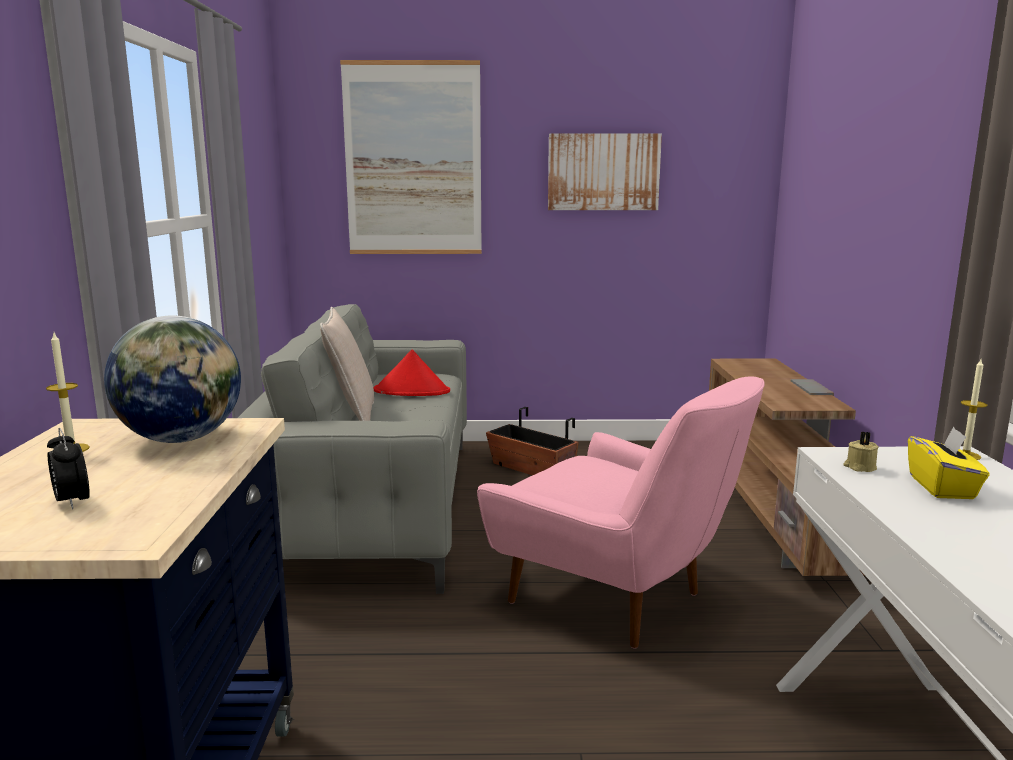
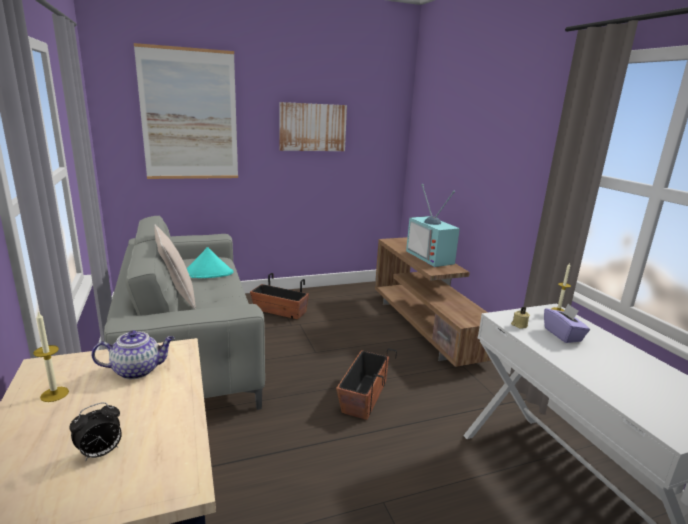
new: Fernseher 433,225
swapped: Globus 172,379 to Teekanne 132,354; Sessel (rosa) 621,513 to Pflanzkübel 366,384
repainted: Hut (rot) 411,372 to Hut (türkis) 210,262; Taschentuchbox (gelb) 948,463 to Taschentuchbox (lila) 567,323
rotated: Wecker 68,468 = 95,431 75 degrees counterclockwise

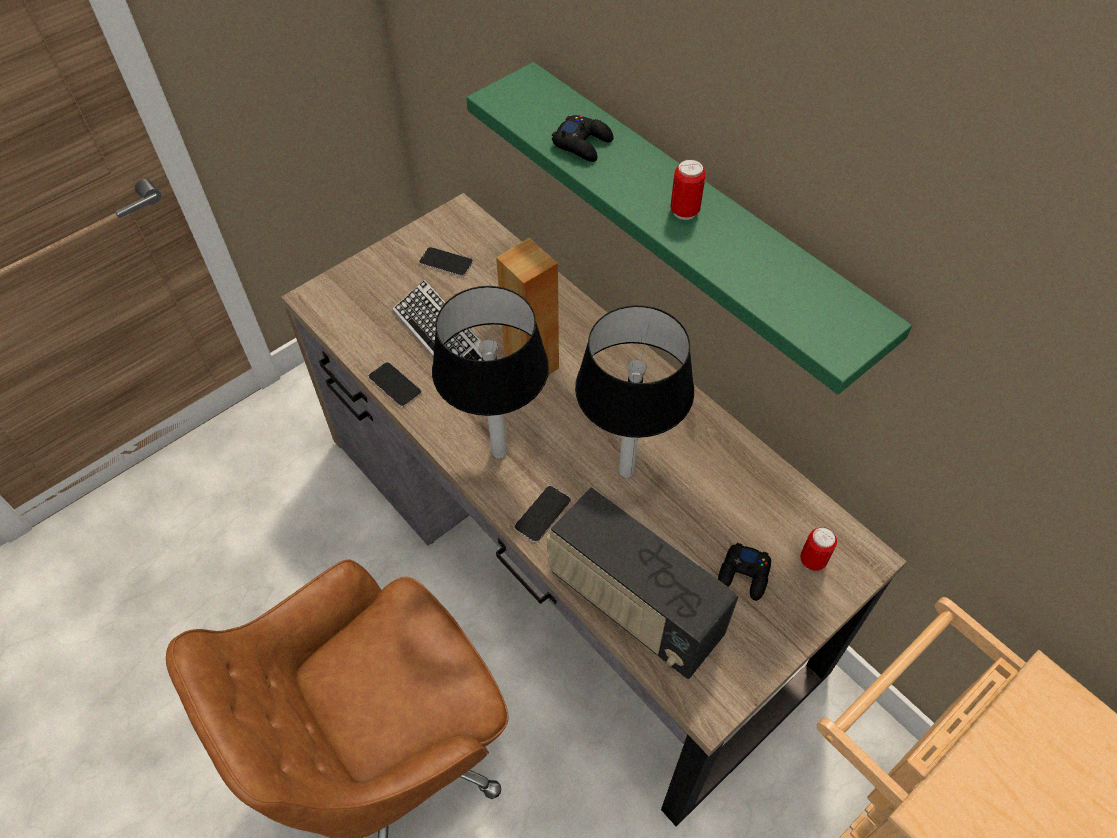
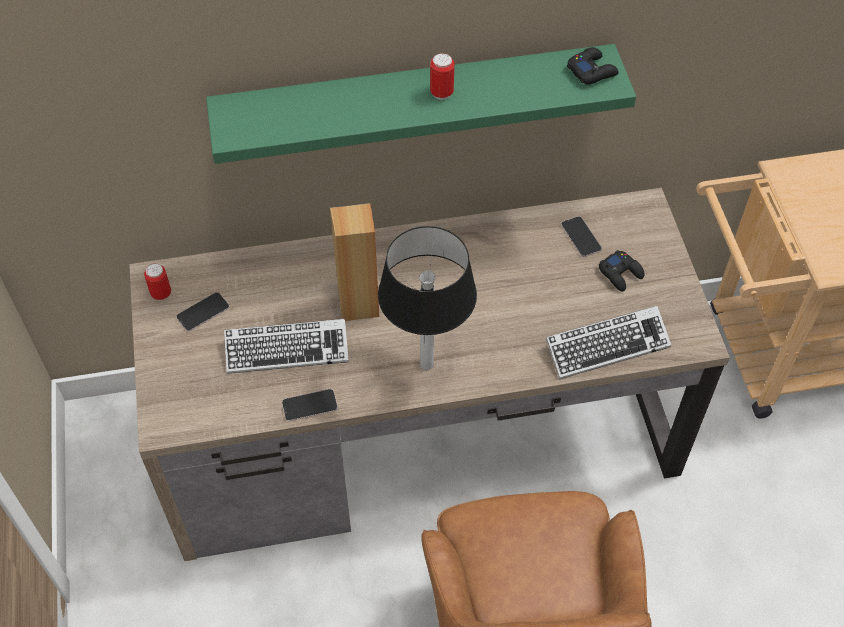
gone: Tischlampe 634,391
shifted: Handy 542,514 to 581,236; Gamepad (schwarz) 582,138 to 593,66; Dose 818,549 to 157,282
swapped: Radio 643,583 to Tastatur 608,343

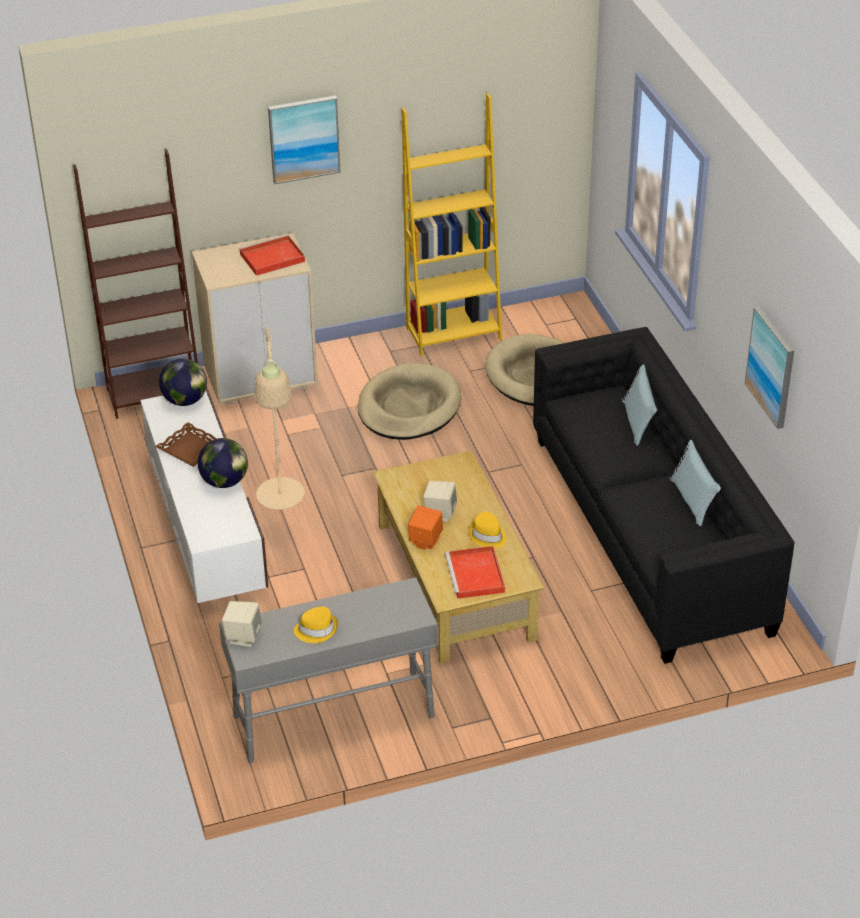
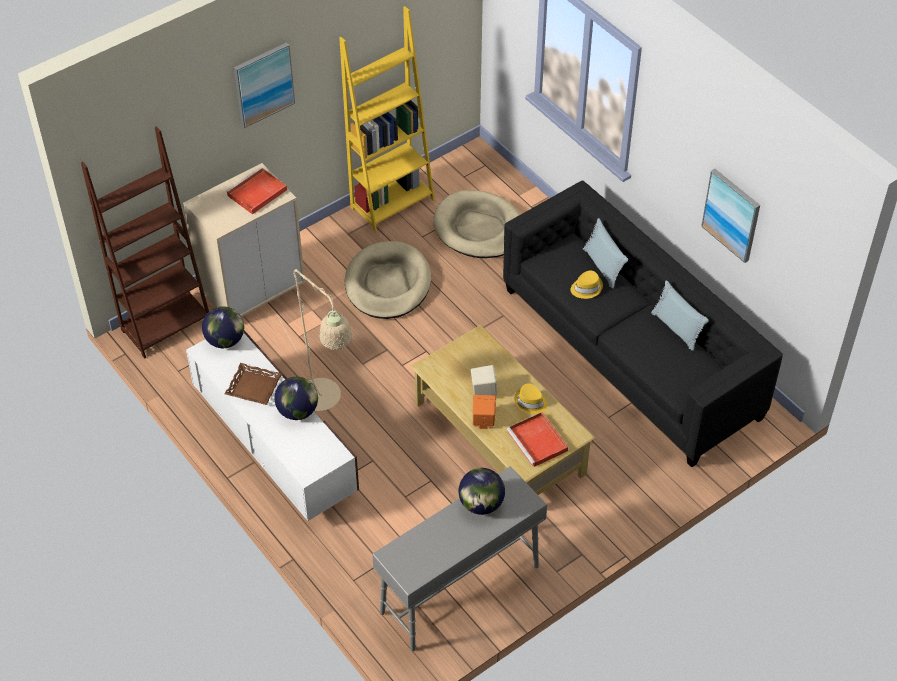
gone: Lautsprecher (beige) 242,624
new: Globus 482,491
shifted: Hut (gelb) 316,624 to 586,284

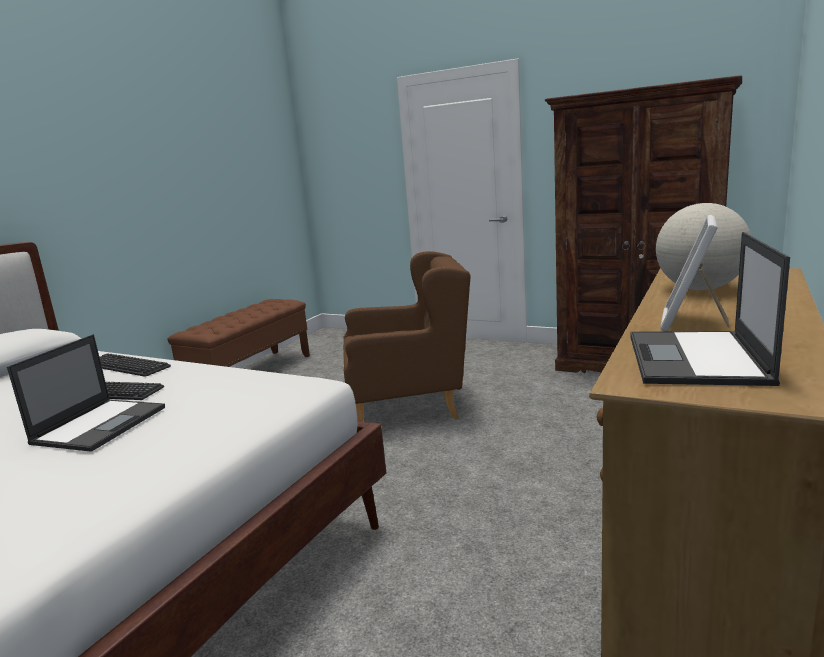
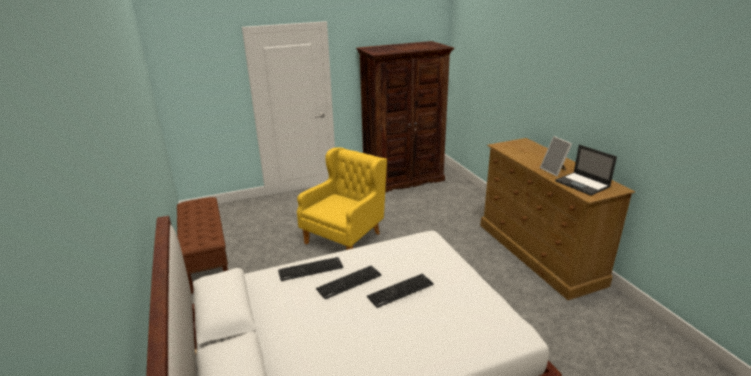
gone: Globus 703,246
swapped: Laptop 86,393 to Tastatur 400,291
repainted: Sessel (braun) 407,336 to Sessel (gelb) 342,198

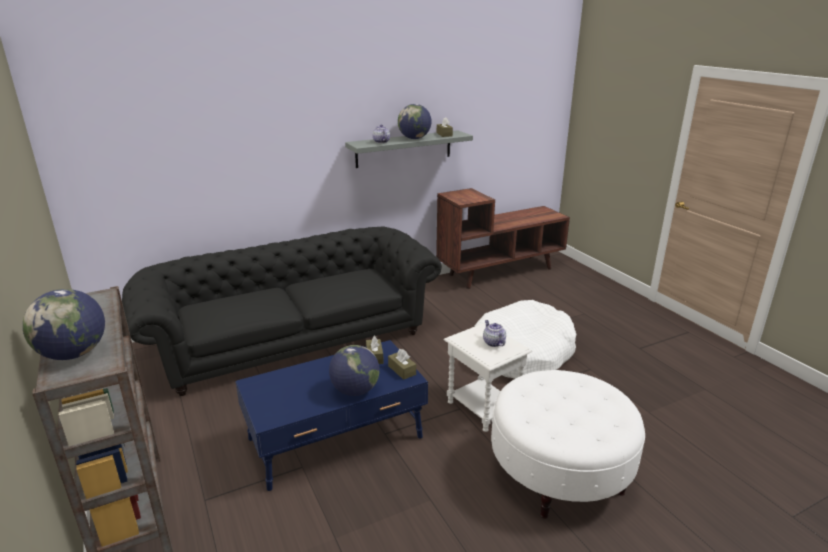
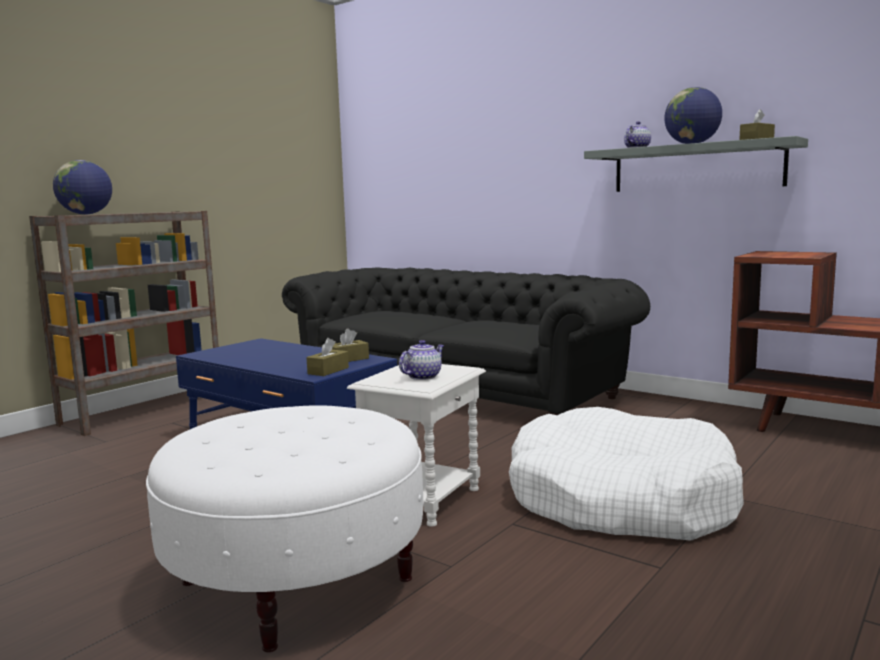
gone: Globus 354,370

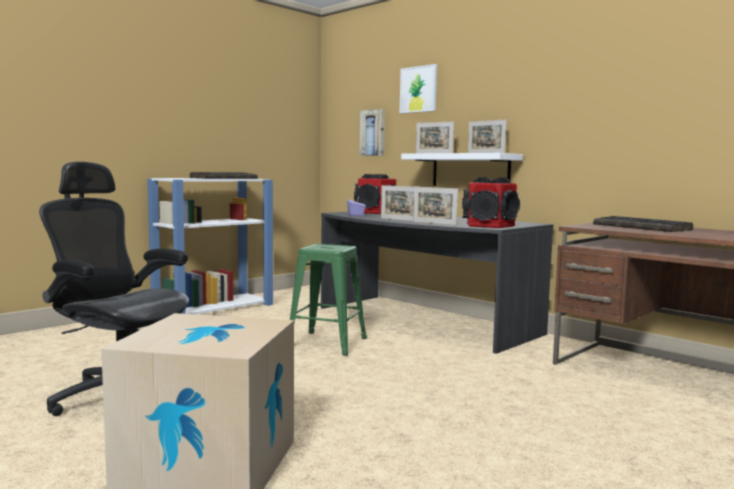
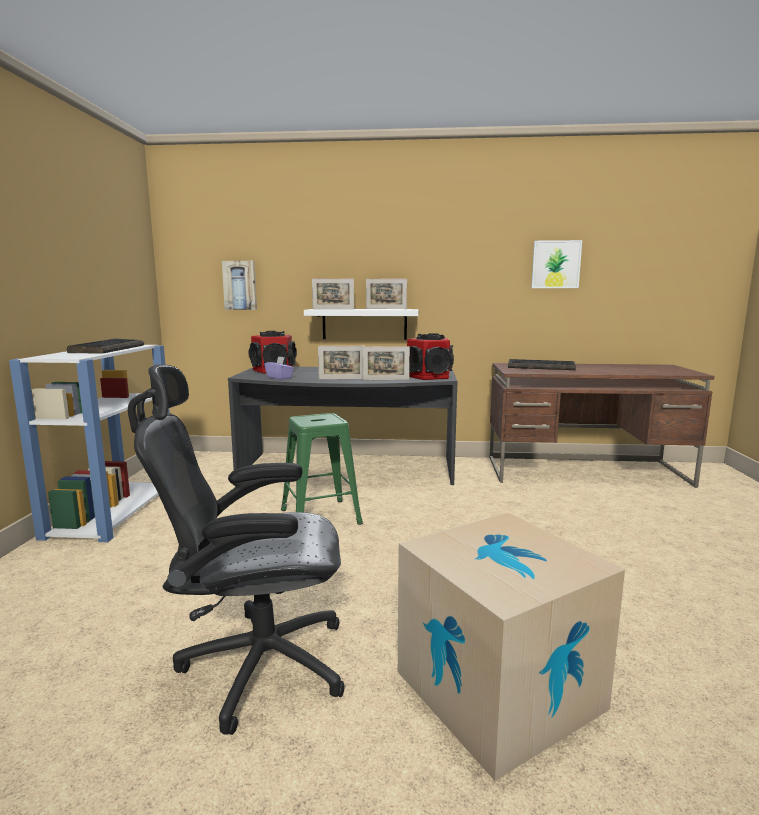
shifted: Bild 418,88 to 556,264

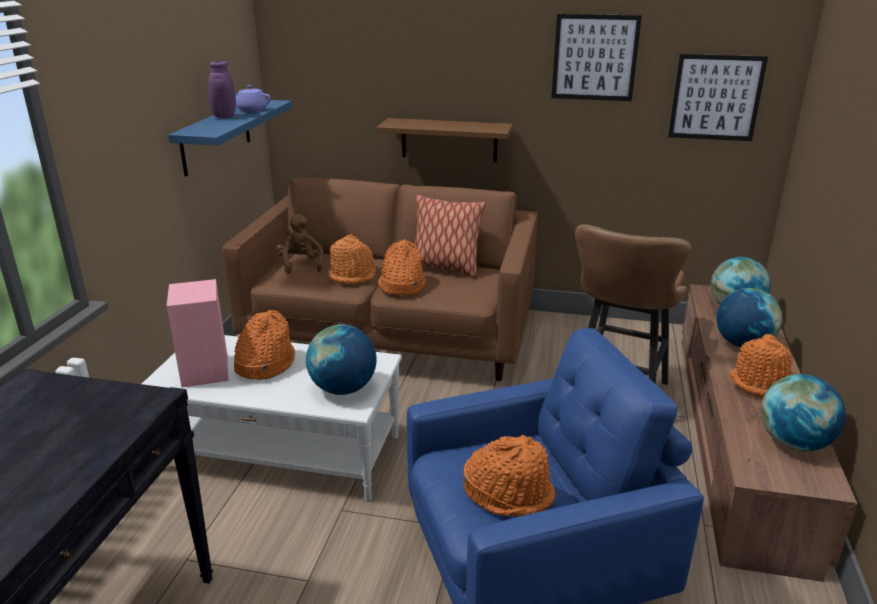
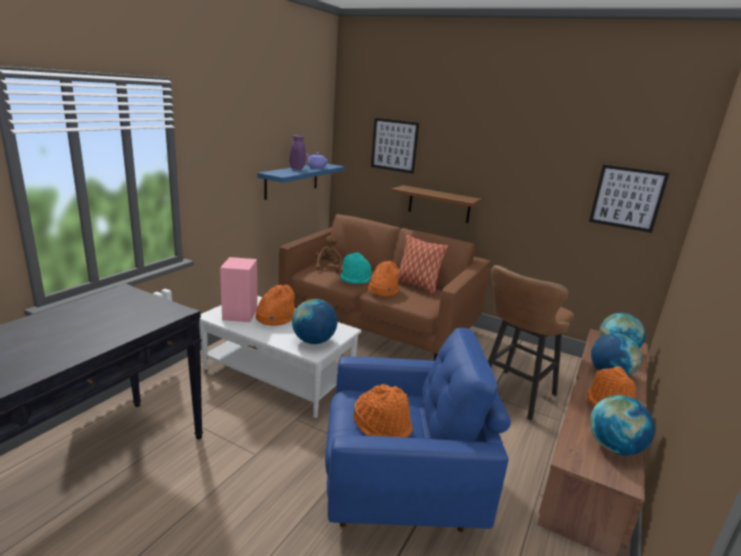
shifted: Bild 596,57 to 395,146
repainted: Hut (orange) 352,260 to Hut (türkis) 356,268

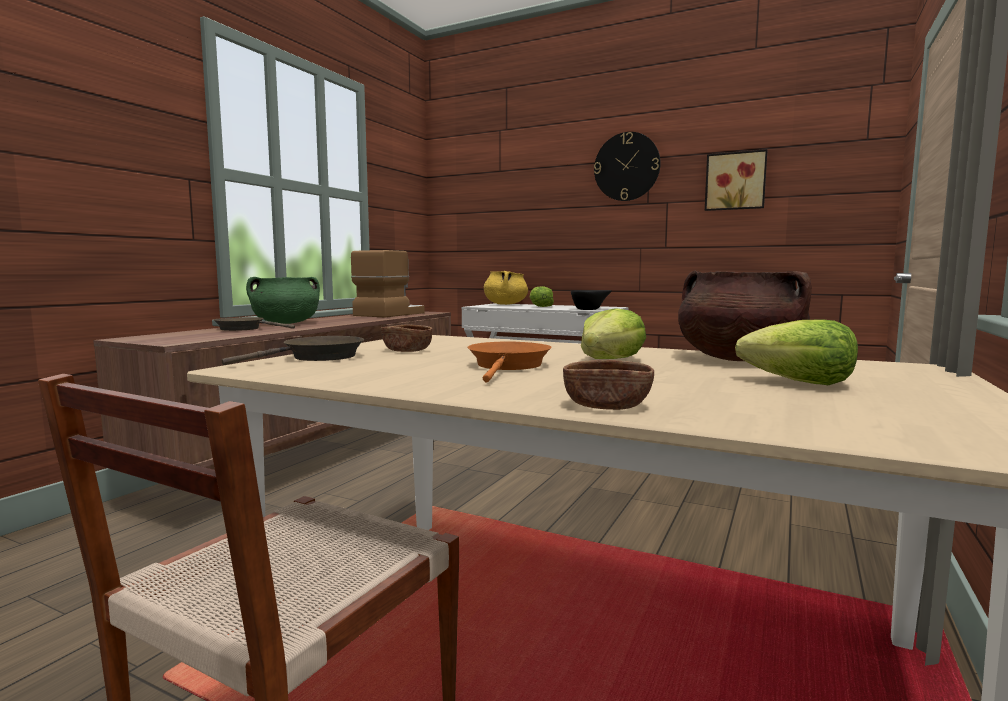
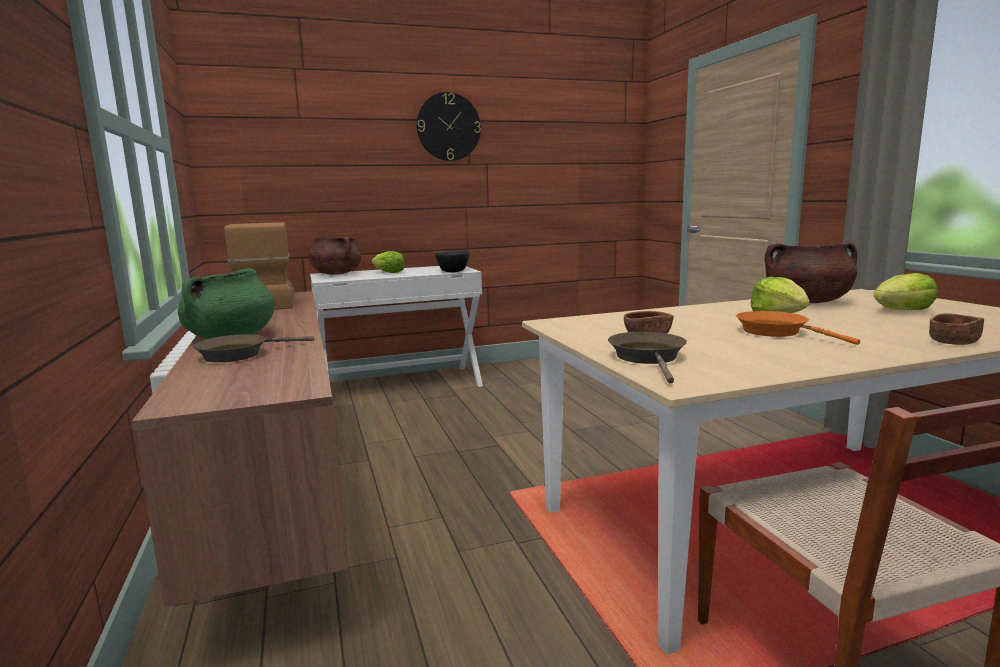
gone: Bild 736,180
repainted: Kochtopf (gelb) 506,288 to Kochtopf (braun) 334,255

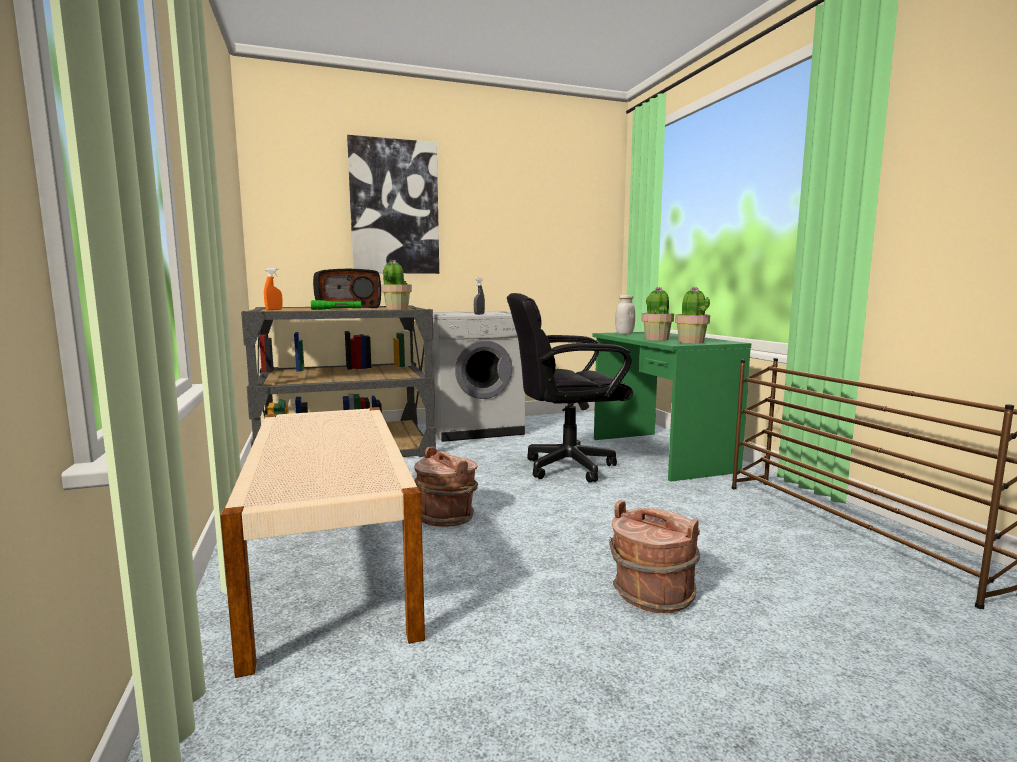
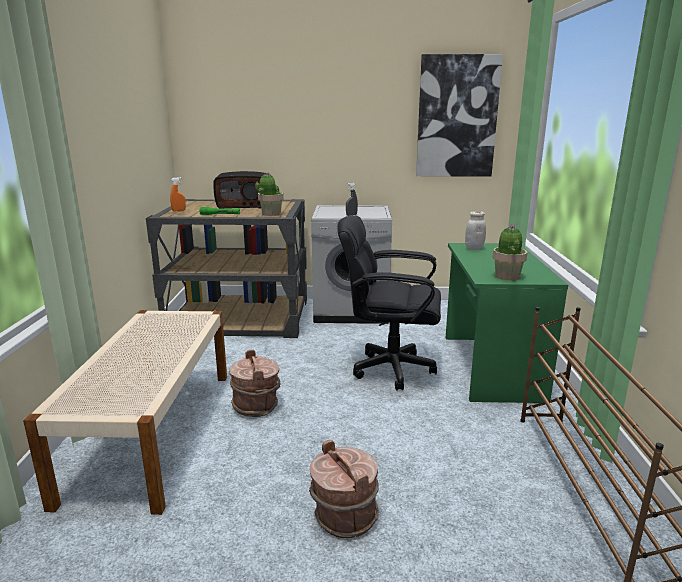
gone: Topfpflanze 657,314
shifted: Bild 393,204 to 459,115

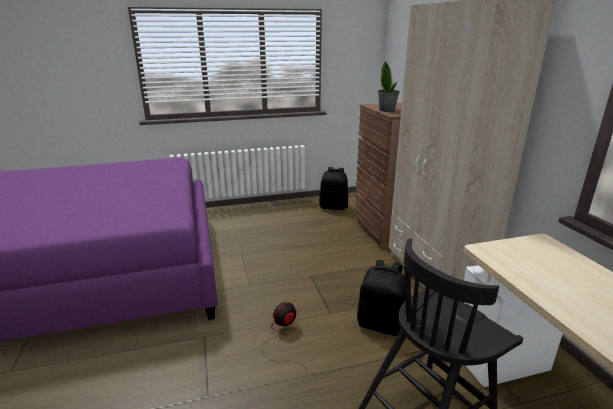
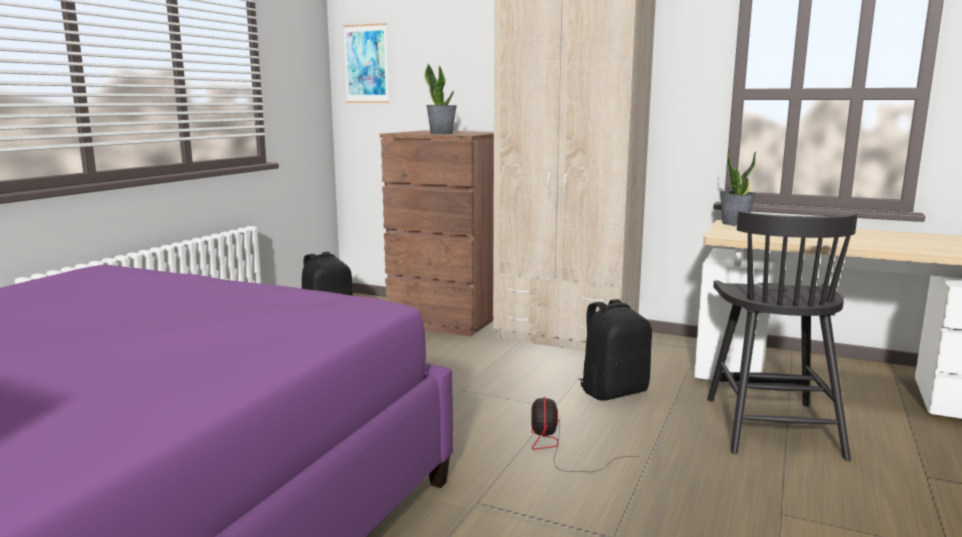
new: Bild 366,63; Topfpflanze 738,187

